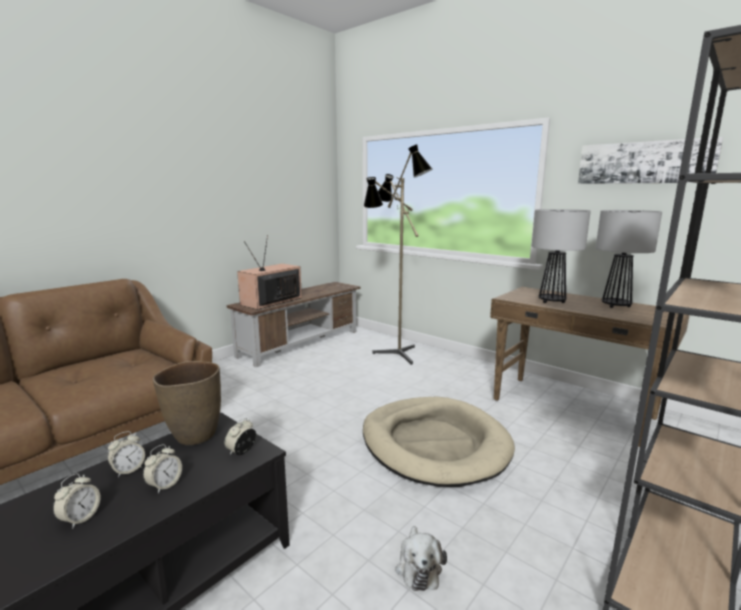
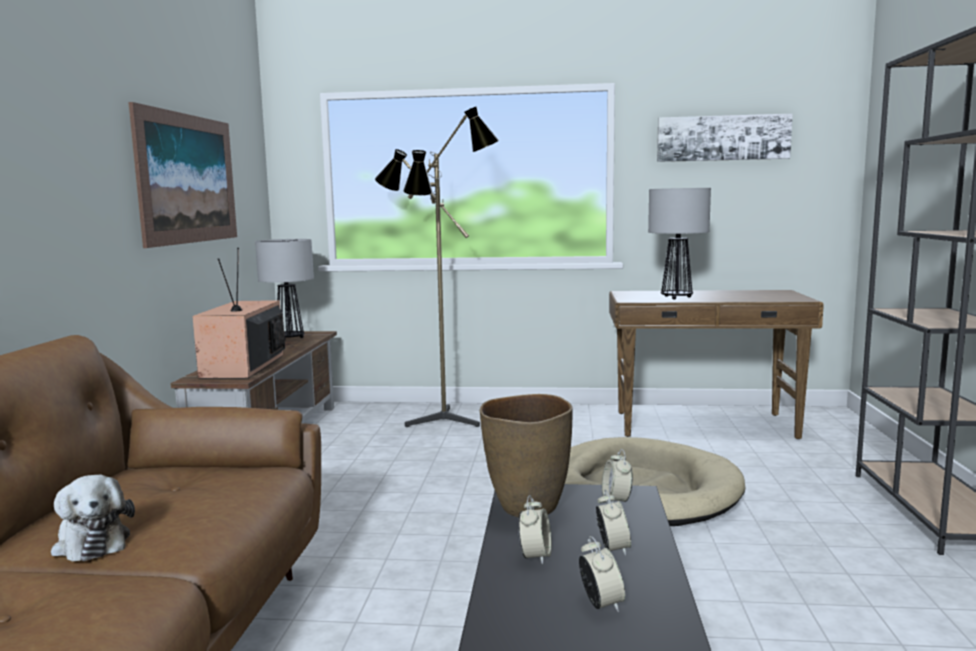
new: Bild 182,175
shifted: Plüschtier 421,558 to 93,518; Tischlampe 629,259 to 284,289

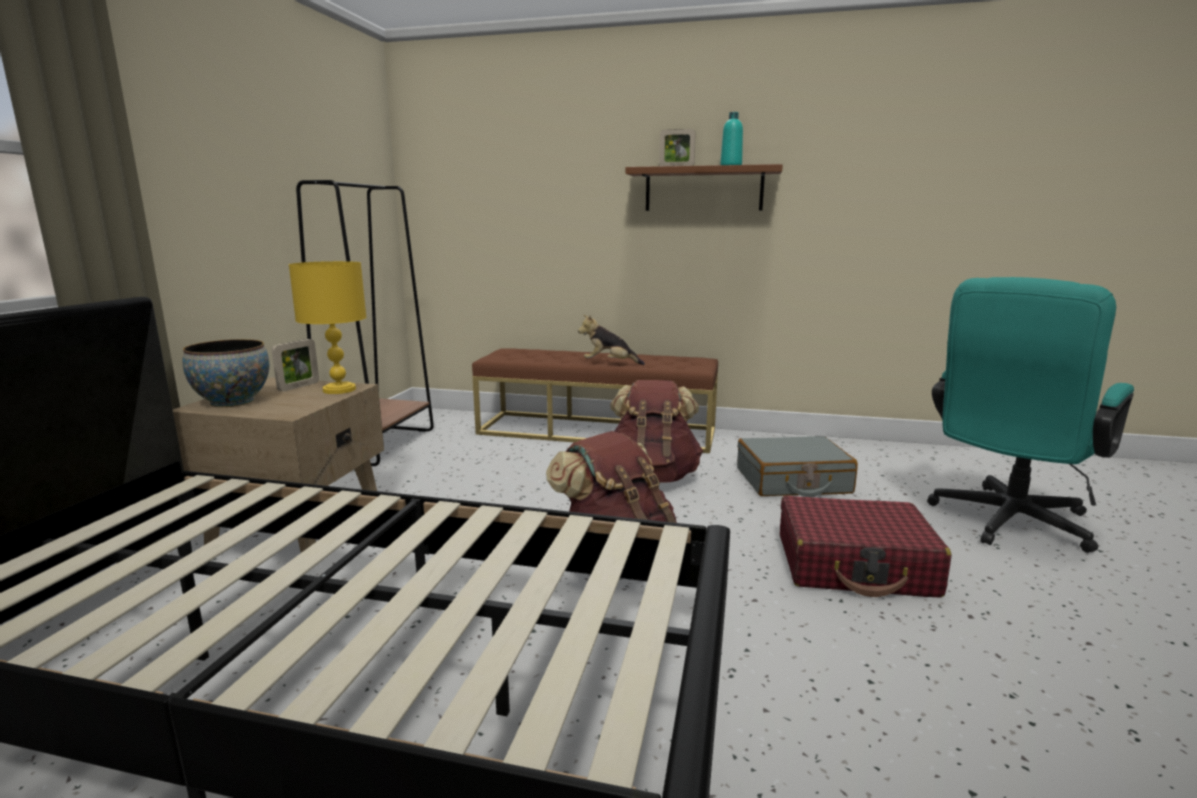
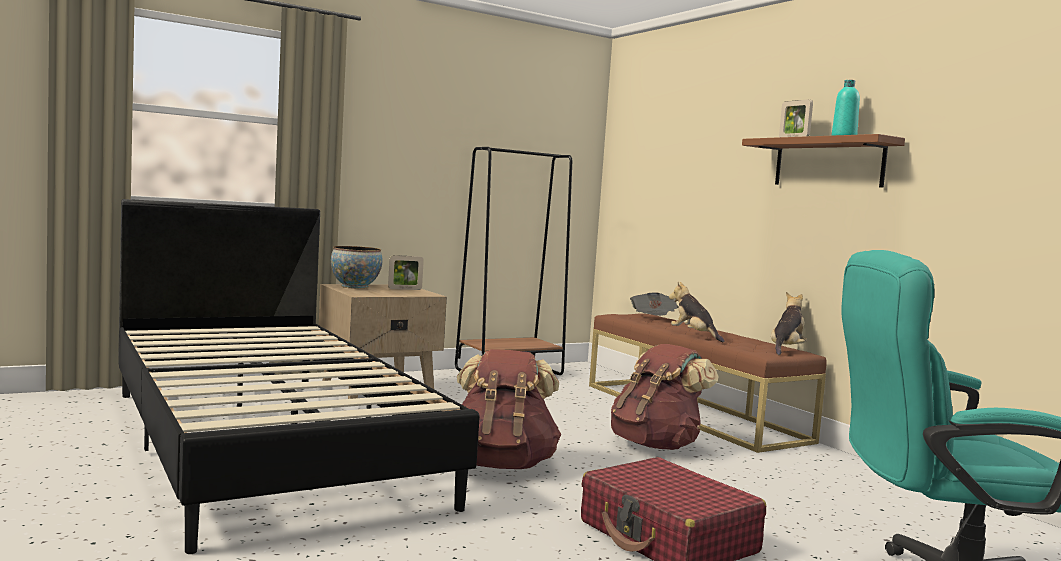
gone: Tischlampe (gelb) 328,327; Koffer (grau) 797,466
new: Zeitung 654,304; Plüschtier 789,323

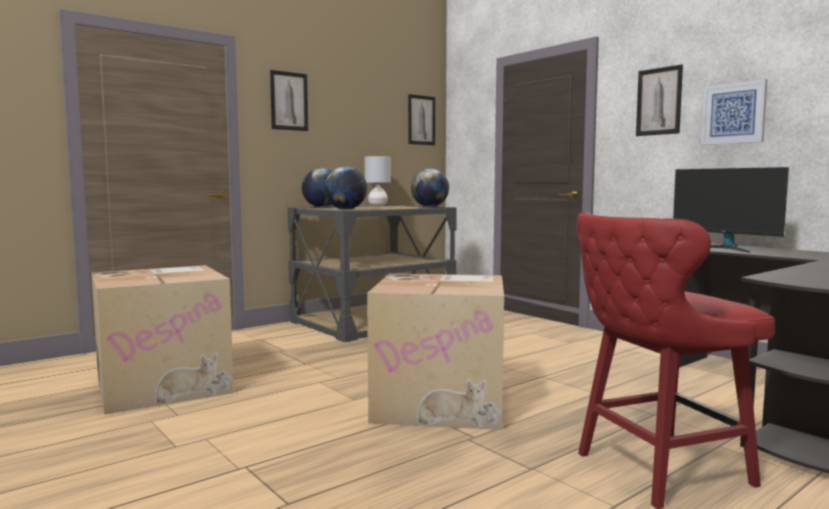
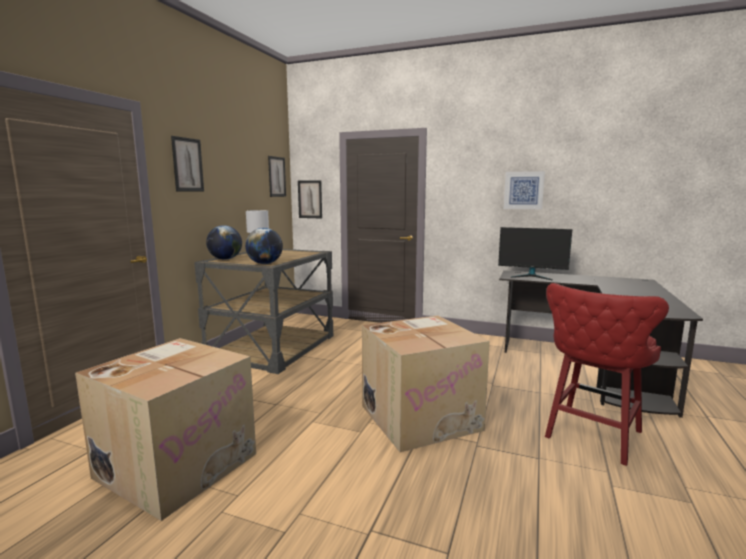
gone: Globus 430,187
shifted: Bild 659,100 to 310,199

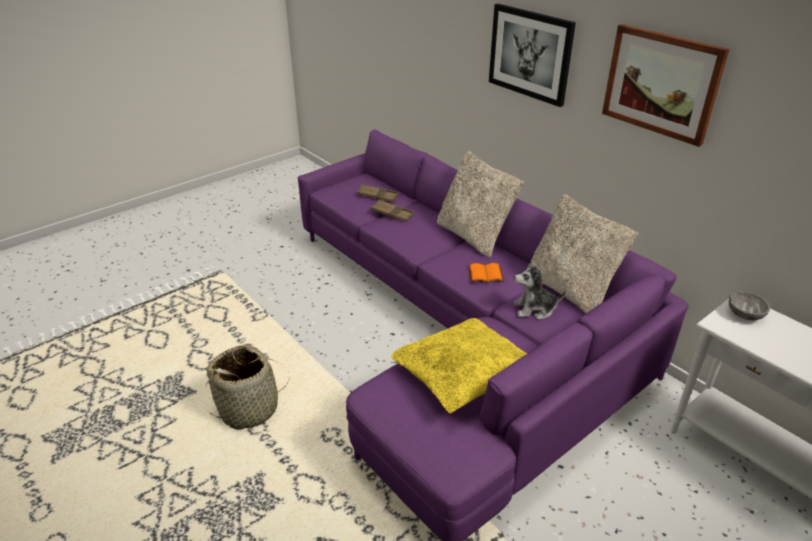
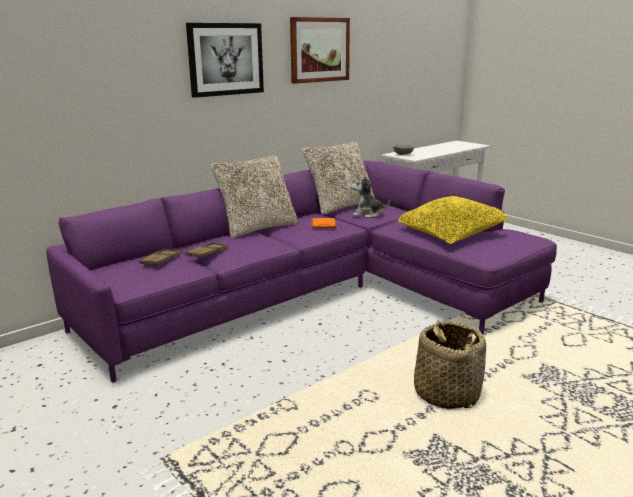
rotated: Plüschtier 540,290 = 370,196 105 degrees clockwise

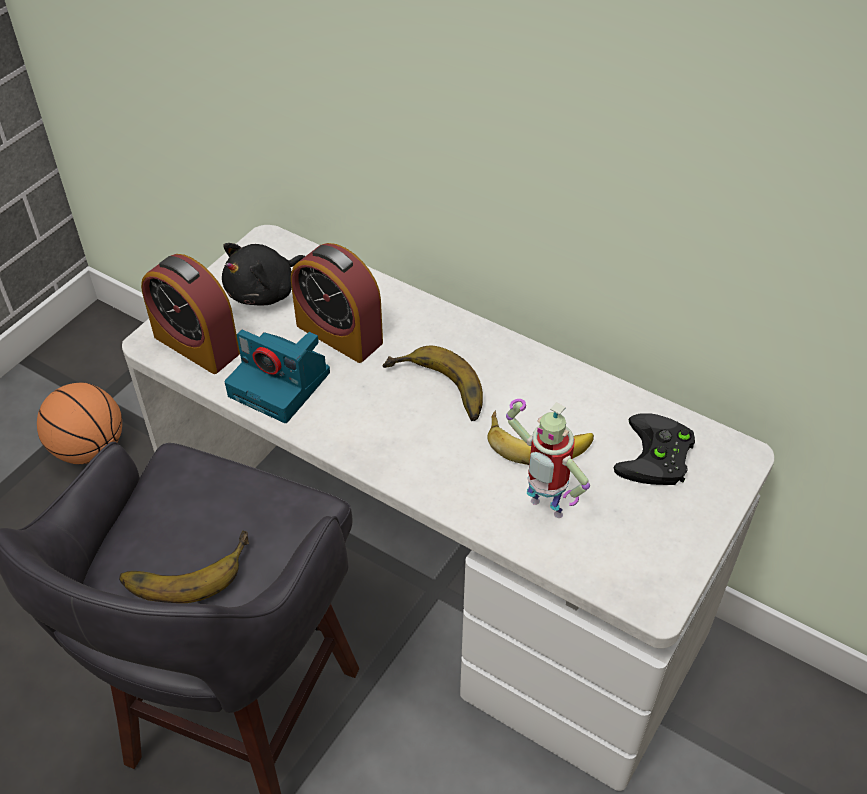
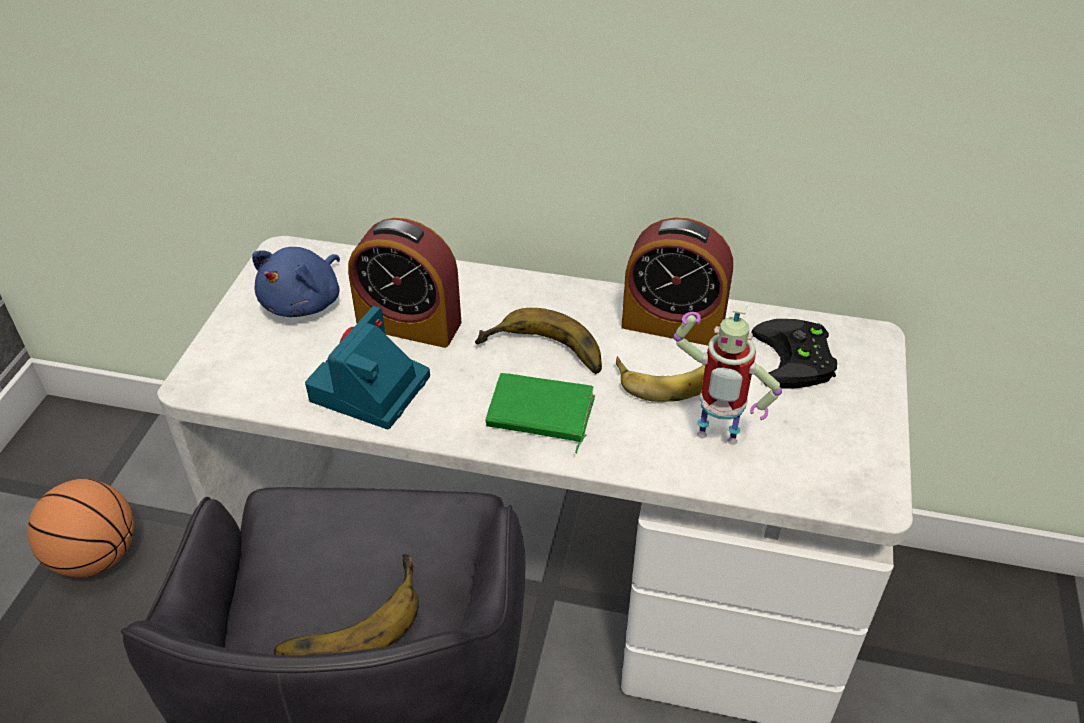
new: Buch (grün) 540,413
shifted: Wecker 190,314 to 677,282
repainted: Plüschtier (schwarz) 263,274 to Plüschtier (blau) 296,282
rotated: Kamera 277,376 = 367,367 105 degrees clockwise

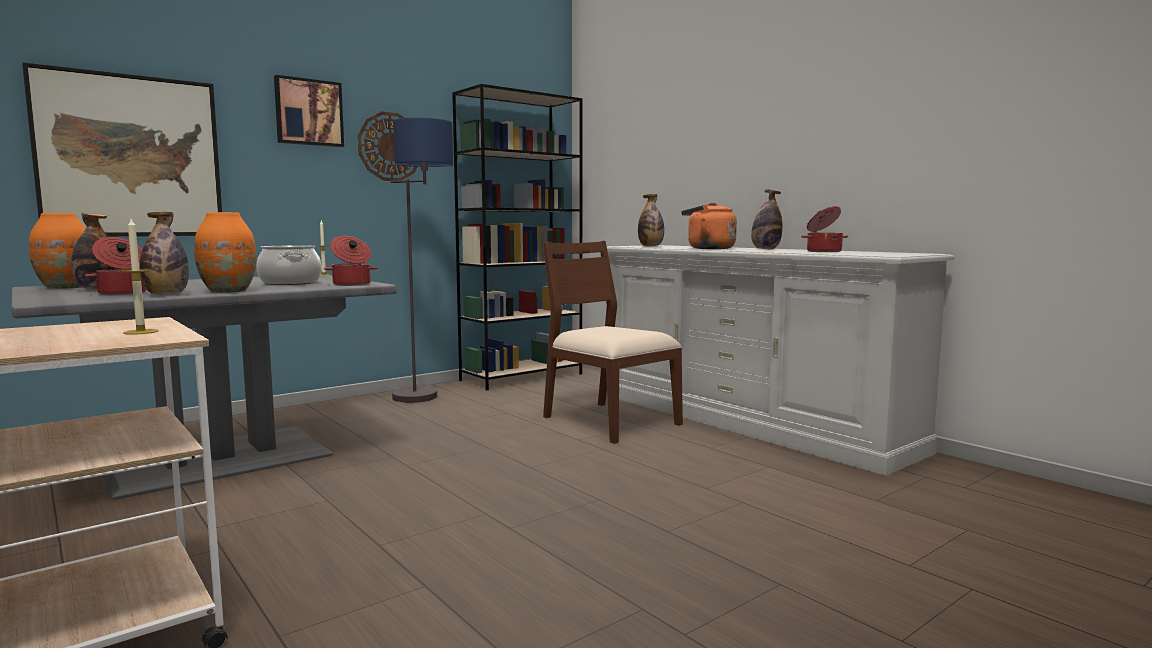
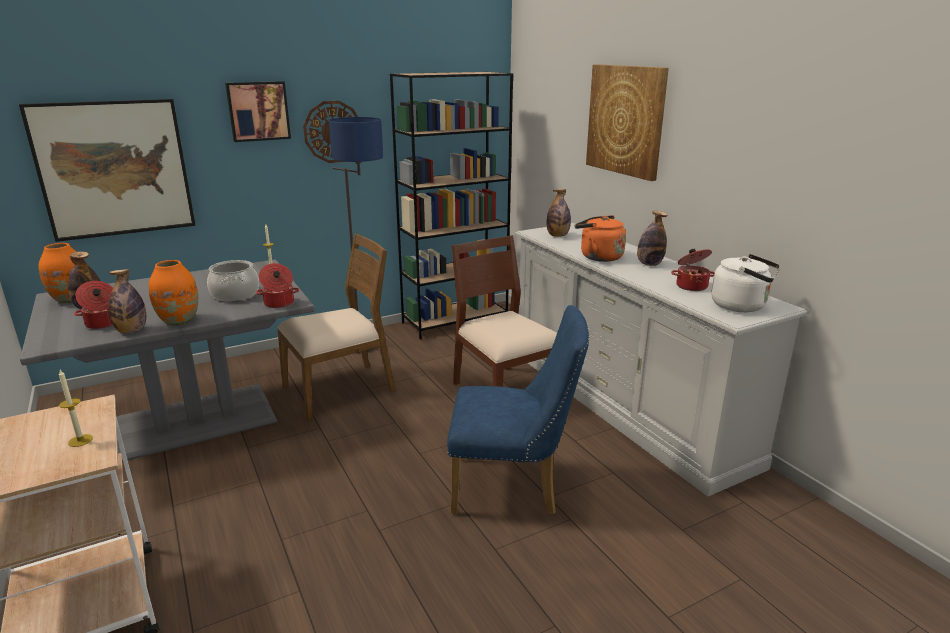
new: Stuhl (braun) 336,327; Stuhl (blau) 518,410; Bild 627,122; Wasserkessel (weiß) 745,283

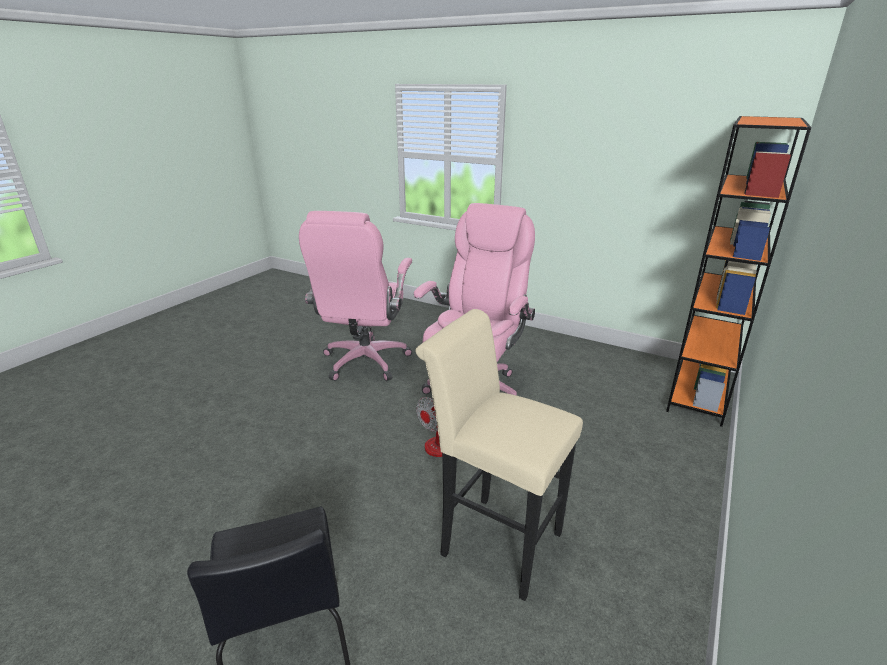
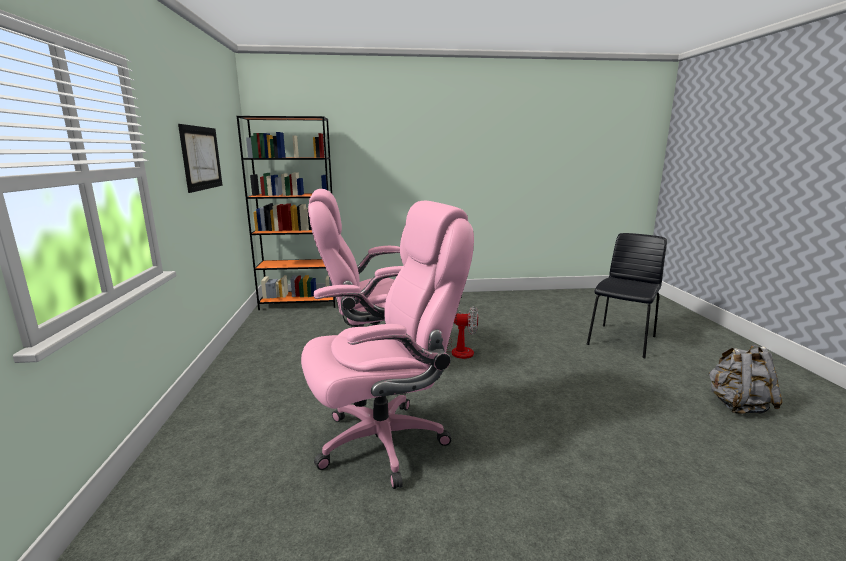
gone: Hocker (beige) 499,455
new: Bild 200,158; Rucksack (grau) 745,379

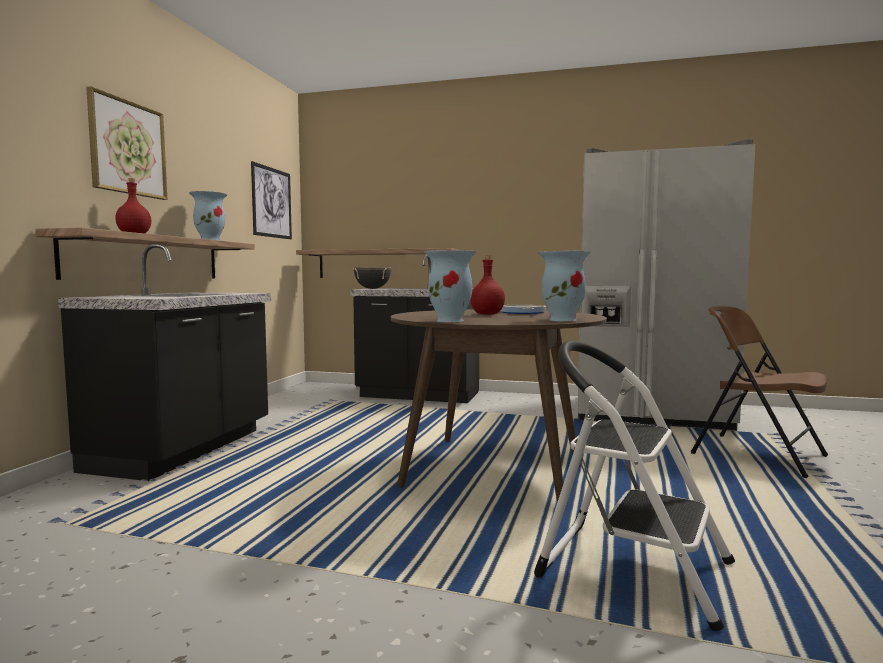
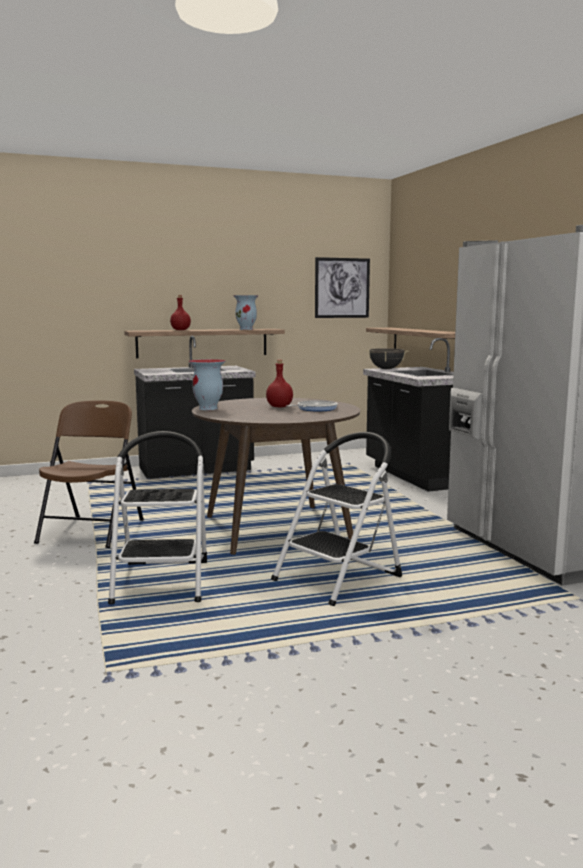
gone: Bild 126,143; Vase 564,286
new: Trittleiter 336,519
shifted: Stuhl (braun) 759,392 to 89,474

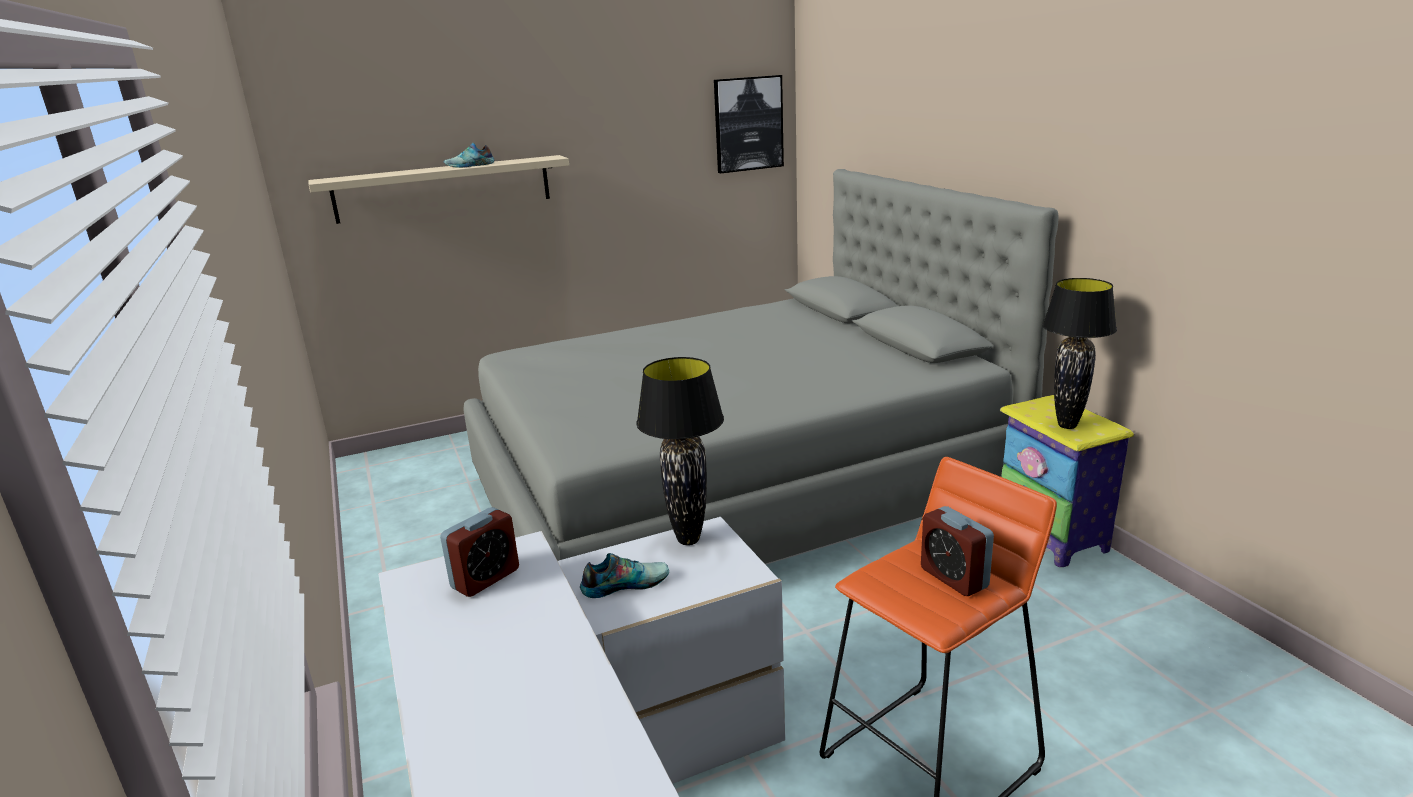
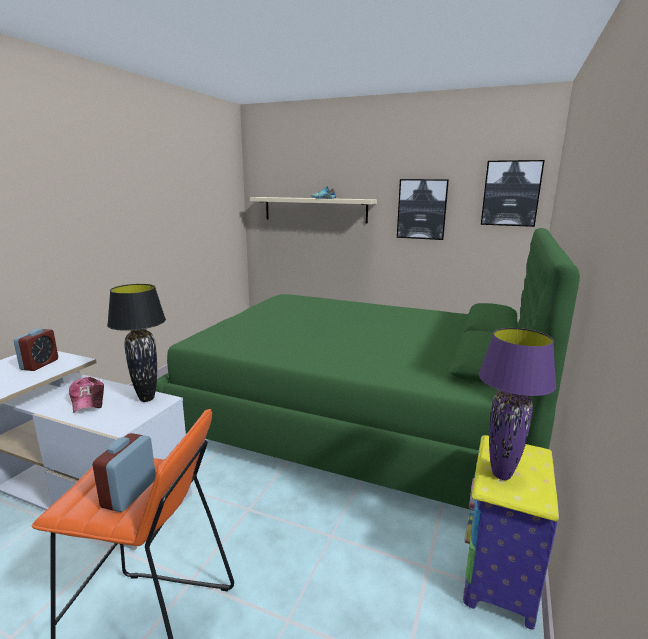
new: Bild 423,209
swapped: Schuh 624,575 to Kappe 86,395
repainted: Bett (grau) 761,366 to Bett (grün) 368,369; Tischlampe (schwarz) 1080,353 to Tischlampe (lila) 517,404
rotated: Wecker 479,552 = 35,350 75 degrees counterclockwise

